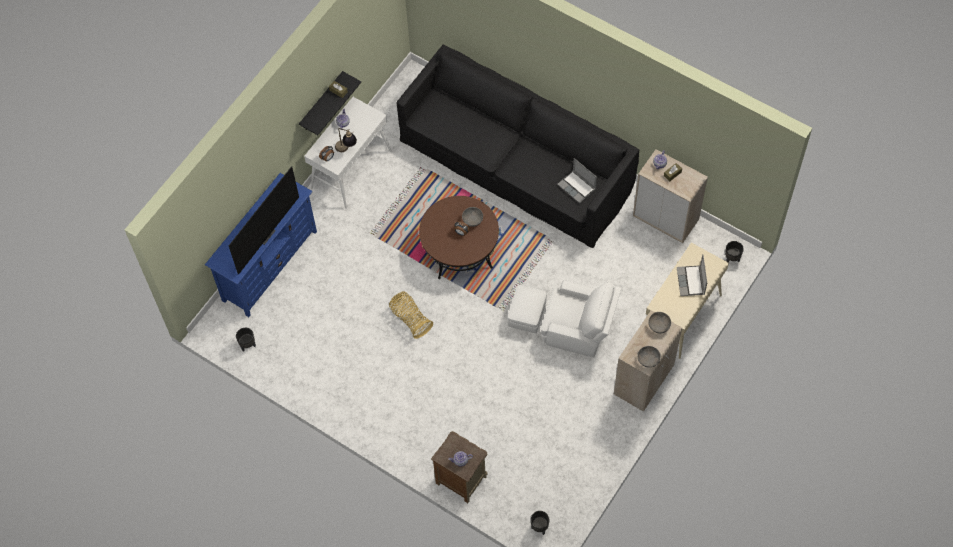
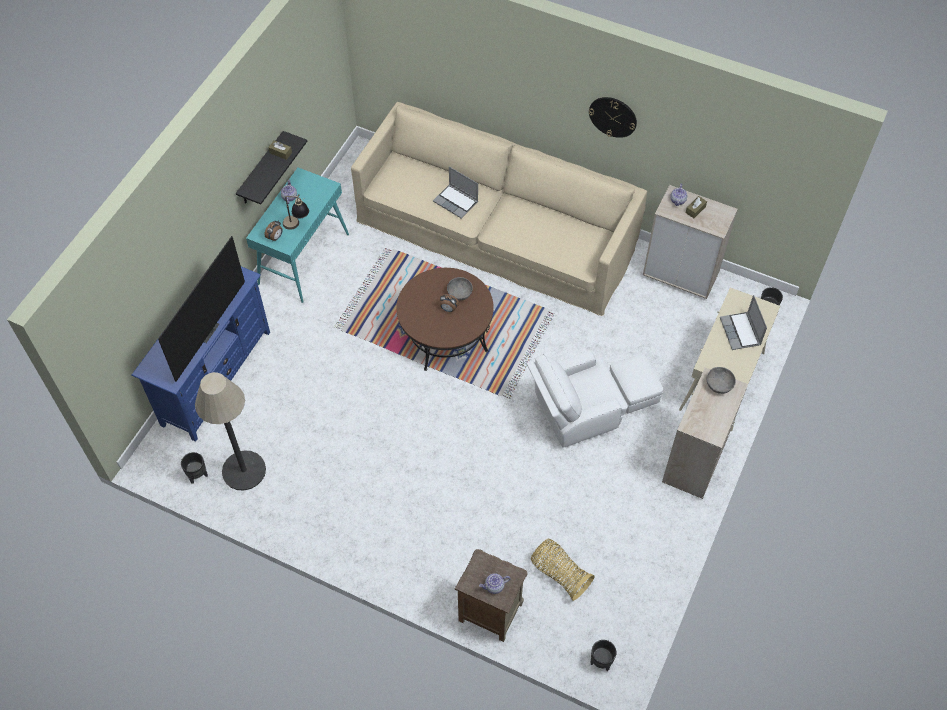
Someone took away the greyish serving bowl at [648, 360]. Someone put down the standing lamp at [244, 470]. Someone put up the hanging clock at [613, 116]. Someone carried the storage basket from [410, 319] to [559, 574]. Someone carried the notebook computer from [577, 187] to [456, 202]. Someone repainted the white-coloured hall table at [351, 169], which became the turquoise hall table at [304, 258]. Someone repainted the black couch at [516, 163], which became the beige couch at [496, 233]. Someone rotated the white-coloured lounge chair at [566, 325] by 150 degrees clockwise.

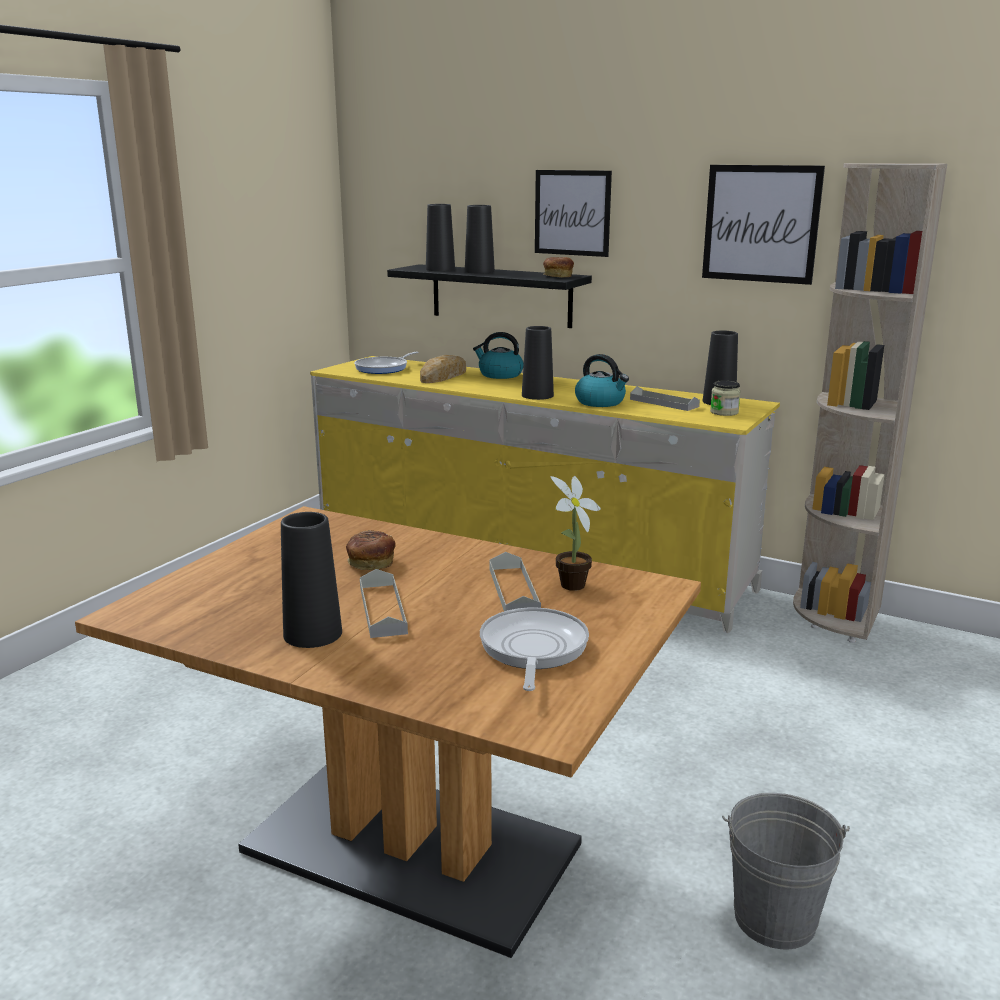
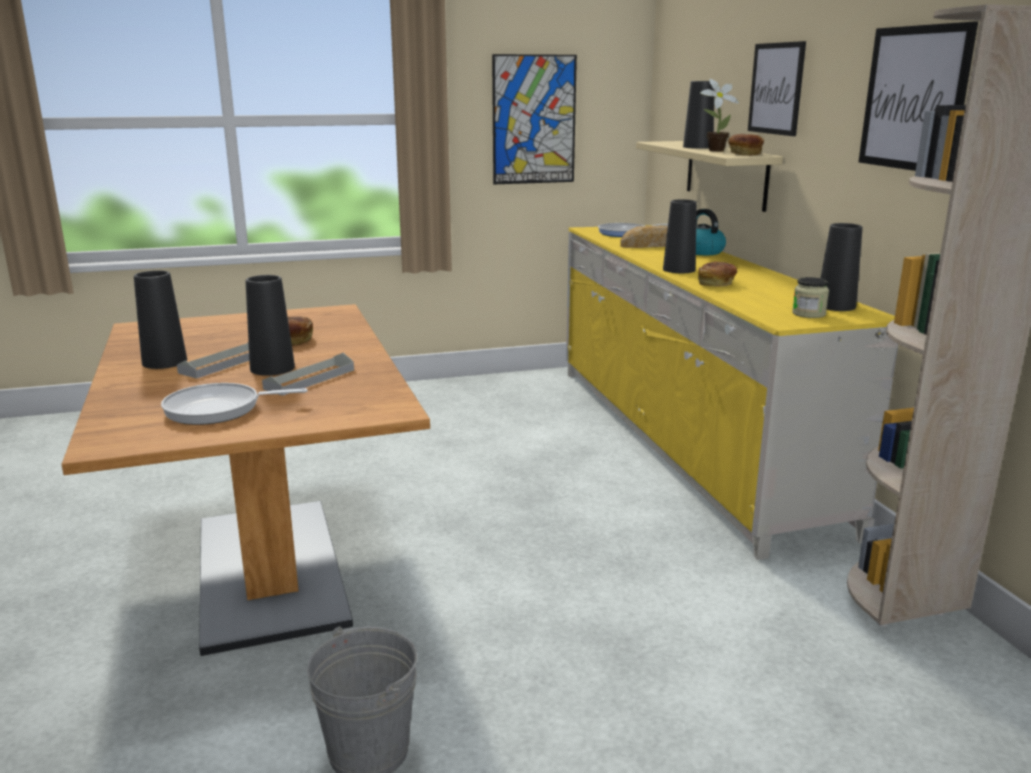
Someone took away the greyish carrying tray at [664, 403]. Someone put up the wall picture at [534, 120]. Someone carried the black flower vase from [440, 269] to [272, 368]. Someone carried the potted plant from [569, 586] to [713, 150]. Someone swapped the water kettle at [601, 402] for the bread at [716, 284]. Someone repainted the black shelf at [501, 295], which became the beige shelf at [726, 174]. Someone rotated the skillet at [532, 650] by 150 degrees counterclockwise.

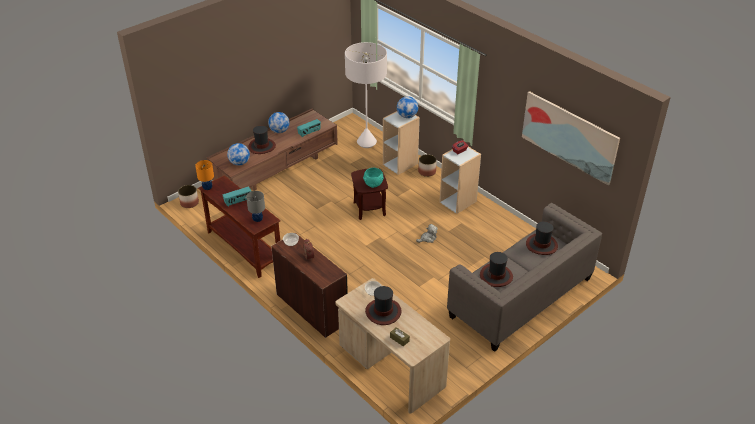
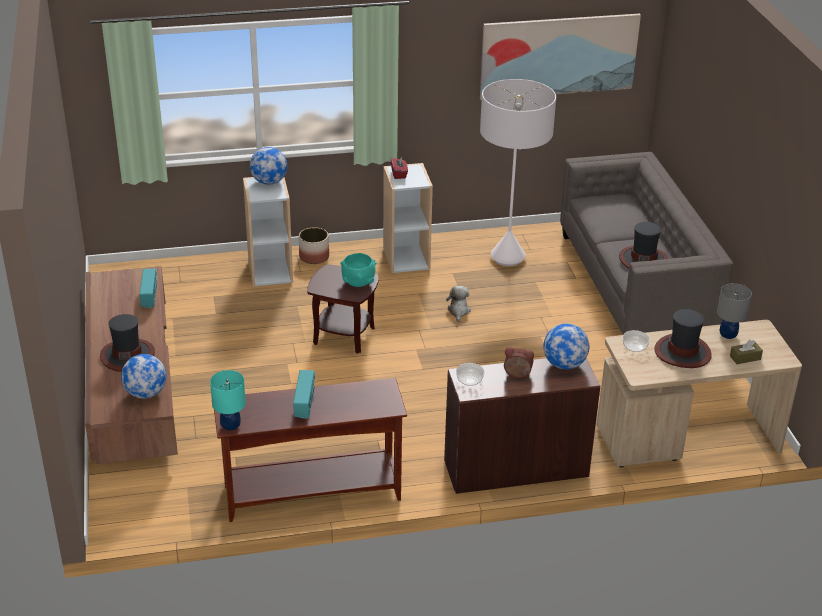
Someone took away the planter at [189, 203]. Someone took away the clothing hat at [542, 245]. Someone carried the greyish tabletop lamp from [258, 219] to [727, 335]. Someone carried the world globe from [279, 131] to [564, 364]. Someone carried the white-coloured standing lamp from [366, 143] to [507, 259]. Someone repainted the orange-coloured tabletop lamp at [207, 188], which became the turquoise tabletop lamp at [231, 427].

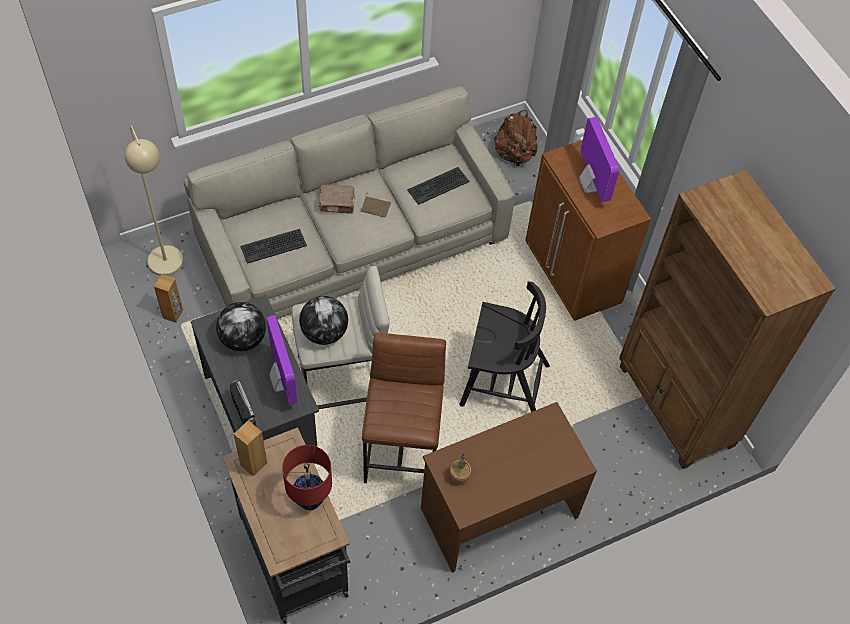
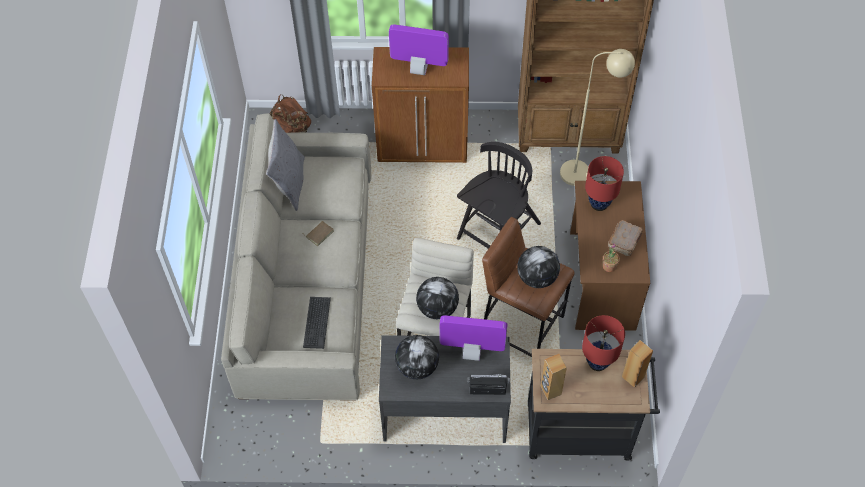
Someone took away the PC keyboard at [438, 185]. Someone put down the greyish cushion at [289, 183]. Someone put down the world globe at [536, 278]. Someone put down the reddish tabletop lamp at [599, 203]. Someone carried the beige standing lamp from [169, 270] to [584, 173]. Someone carried the brown-coloured audio speaker from [173, 314] to [633, 377]. Someone carried the brown-coloured book from [337, 203] to [625, 241].

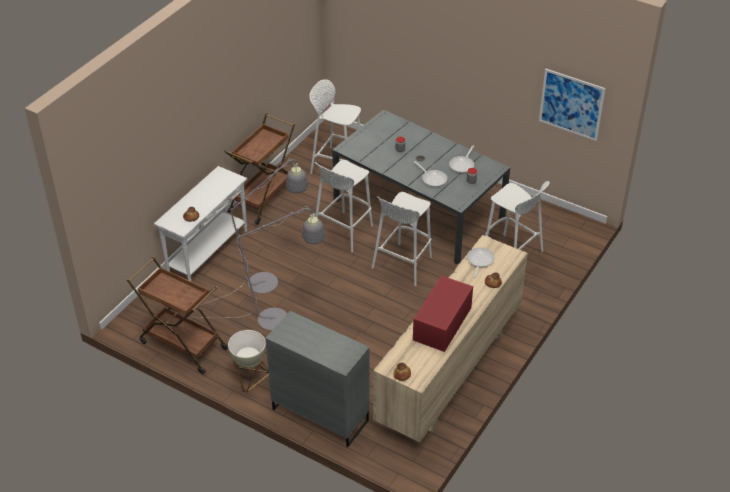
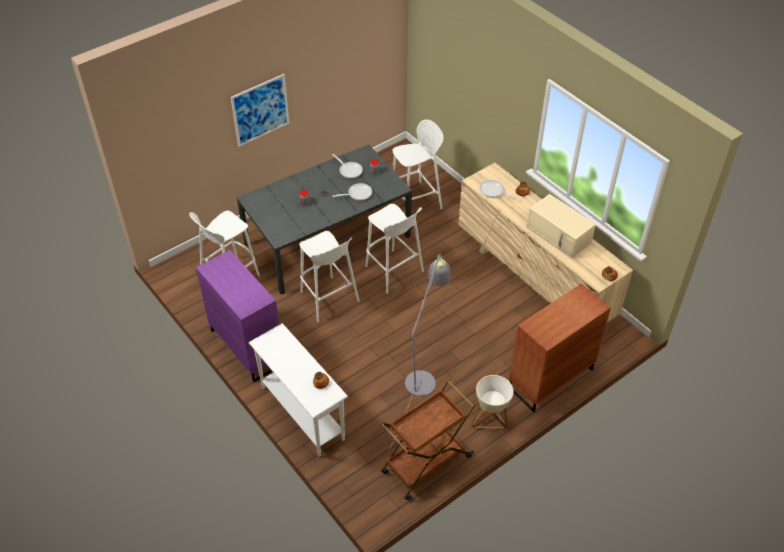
Someone took away the greyish standing lamp at [270, 279]. Someone carried the wall picture from [571, 104] to [260, 110]. Someone swapped the brown-coloured wheeled cart at [264, 199] for the purple drawer chest at [246, 347]. Someone repainted the greyish drawer chest at [319, 415], which became the brown-coloured drawer chest at [551, 379]. Someone repainted the reddish kitchen microwave at [442, 324], which became the beige kitchen microwave at [559, 235].

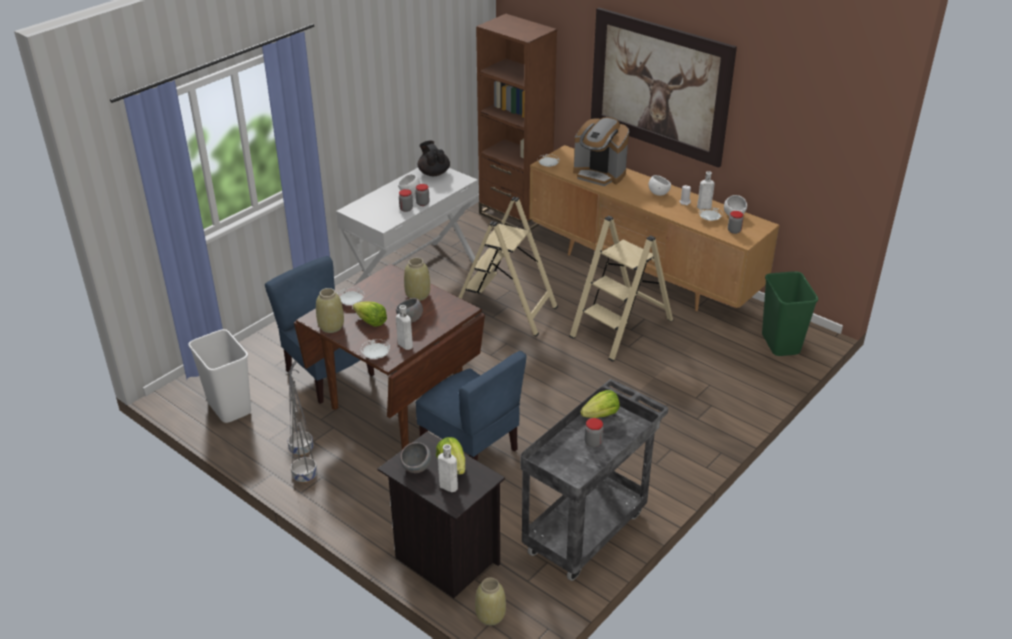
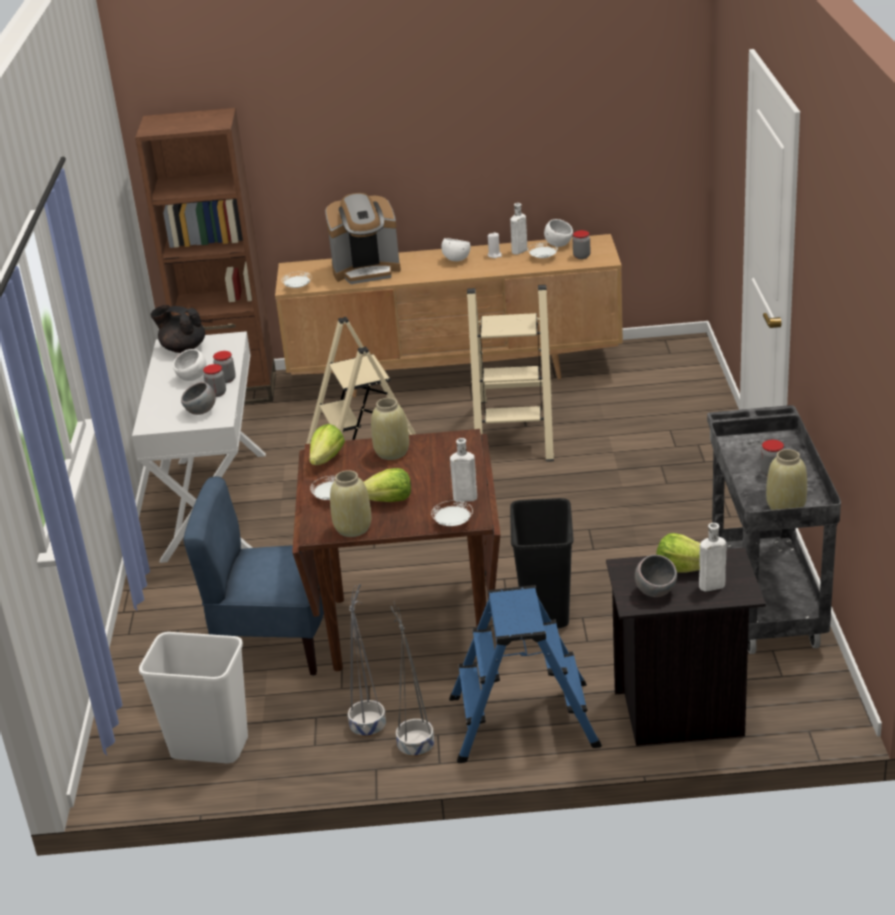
Someone took away the wall picture at [659, 86]. Someone took away the greenish waste bin at [781, 344]. Someone put down the blue-coloured step stool at [523, 721]. Someone carried the greyish serving bowl from [410, 320] to [201, 412]. Someone carried the beige flower vase from [490, 616] to [786, 508]. Someone carried the lettuce head from [601, 415] to [326, 459]. Someone swapped the blue-coloured chair at [470, 449] for the black waste bin at [547, 611].

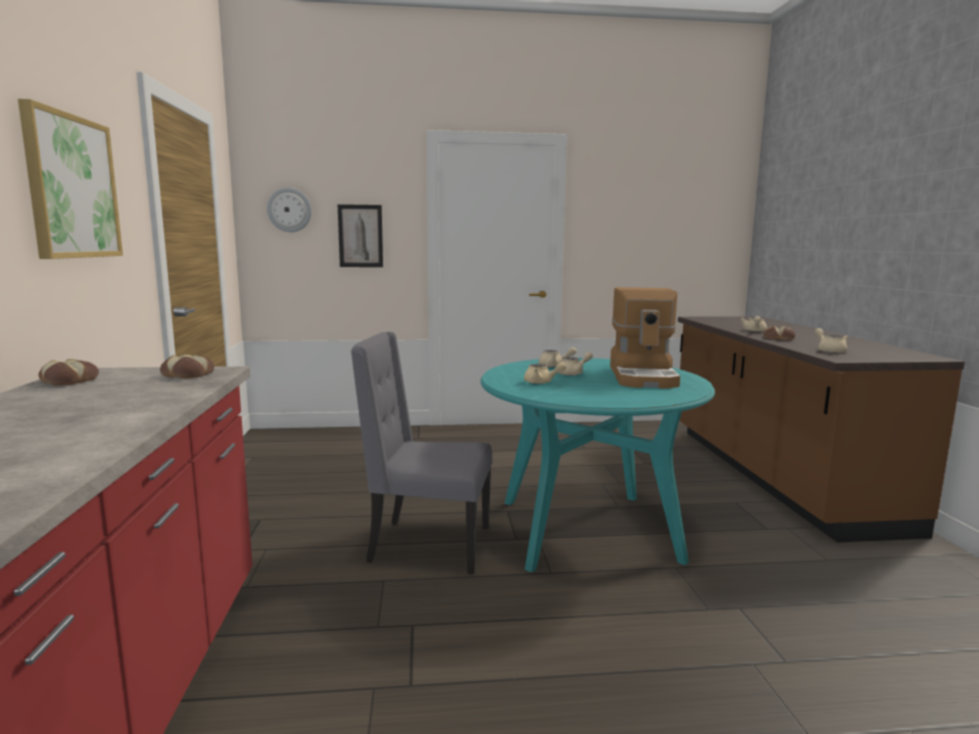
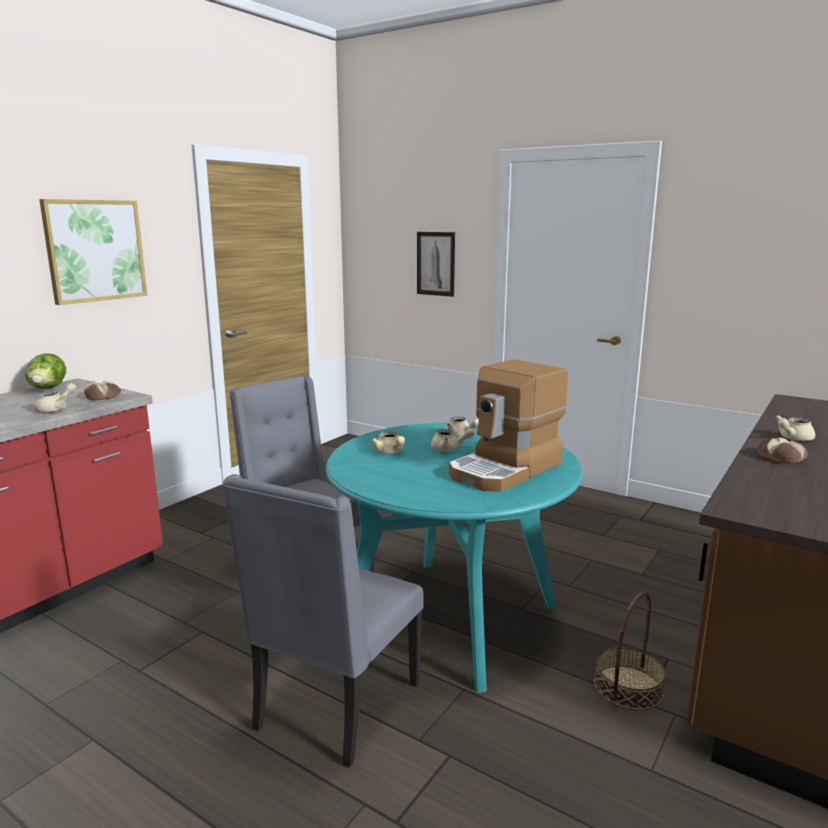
Someone took away the hanging clock at [289, 210]. Someone put down the greyish chair at [335, 707]. Someone put down the storage basket at [628, 687]. Someone carried the beige teapot from [829, 350] to [56, 409]. Someone swapped the bread at [70, 380] for the lettuce head at [48, 389].

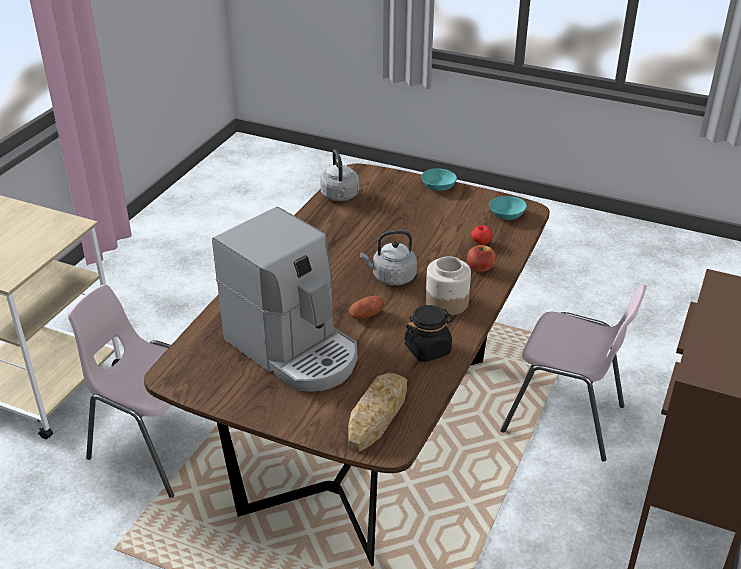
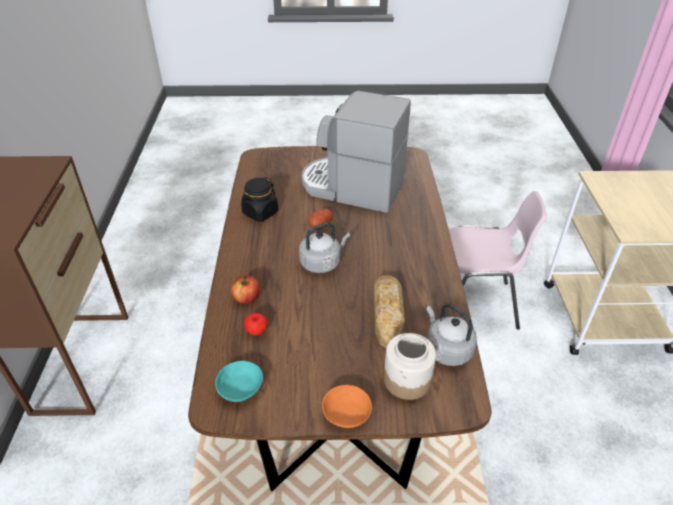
Someone took away the pink chair at [564, 419]. Someone carried the bread from [377, 415] to [387, 313]. Someone carried the jar from [446, 302] to [408, 380]. Someone repainted the turquoise serving bowl at [439, 186], which became the orange-coloured serving bowl at [345, 415].

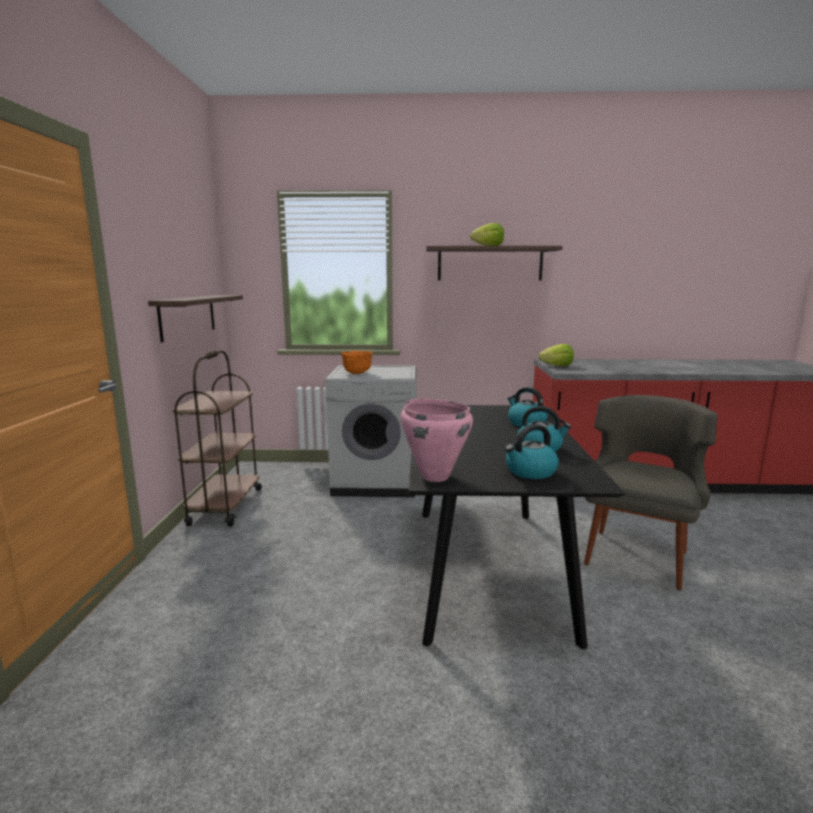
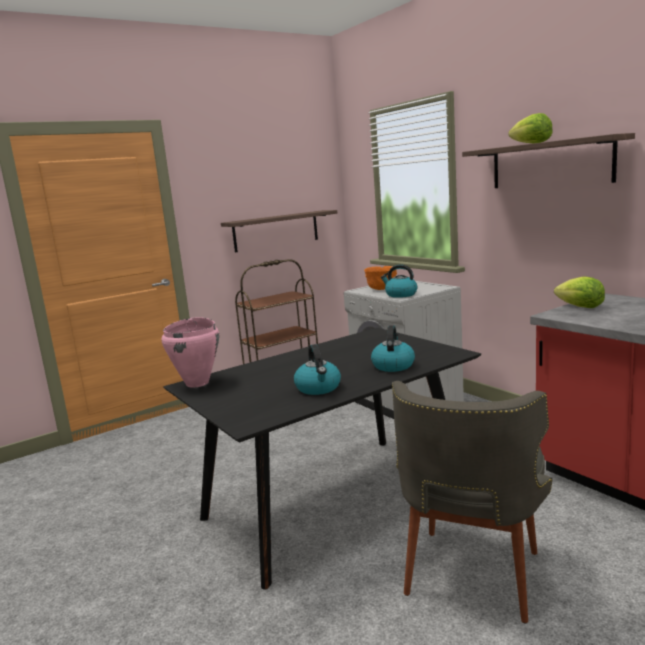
Someone carried the water kettle from [530, 472] to [400, 295]. Someone rotated the greyish chair at [635, 559] by 120 degrees clockwise.

